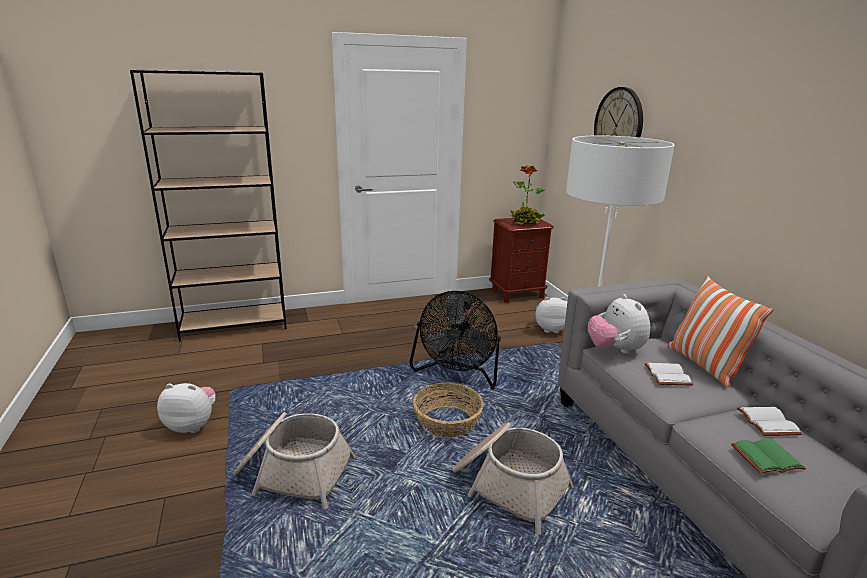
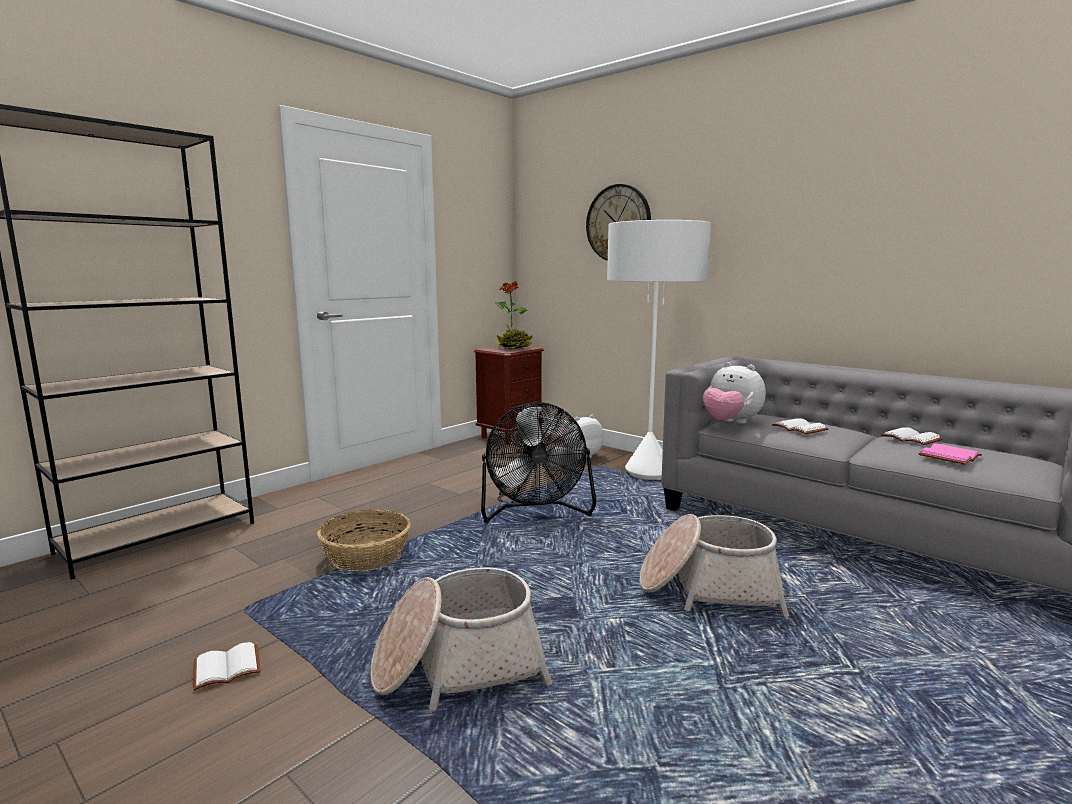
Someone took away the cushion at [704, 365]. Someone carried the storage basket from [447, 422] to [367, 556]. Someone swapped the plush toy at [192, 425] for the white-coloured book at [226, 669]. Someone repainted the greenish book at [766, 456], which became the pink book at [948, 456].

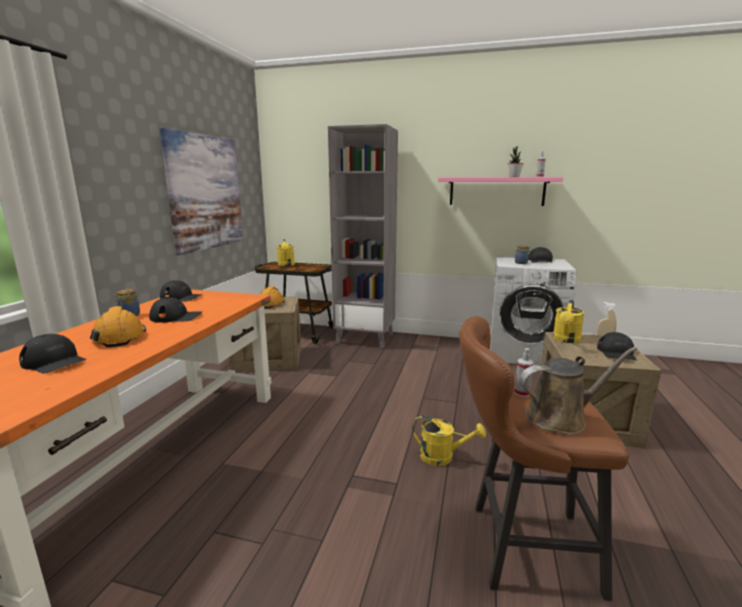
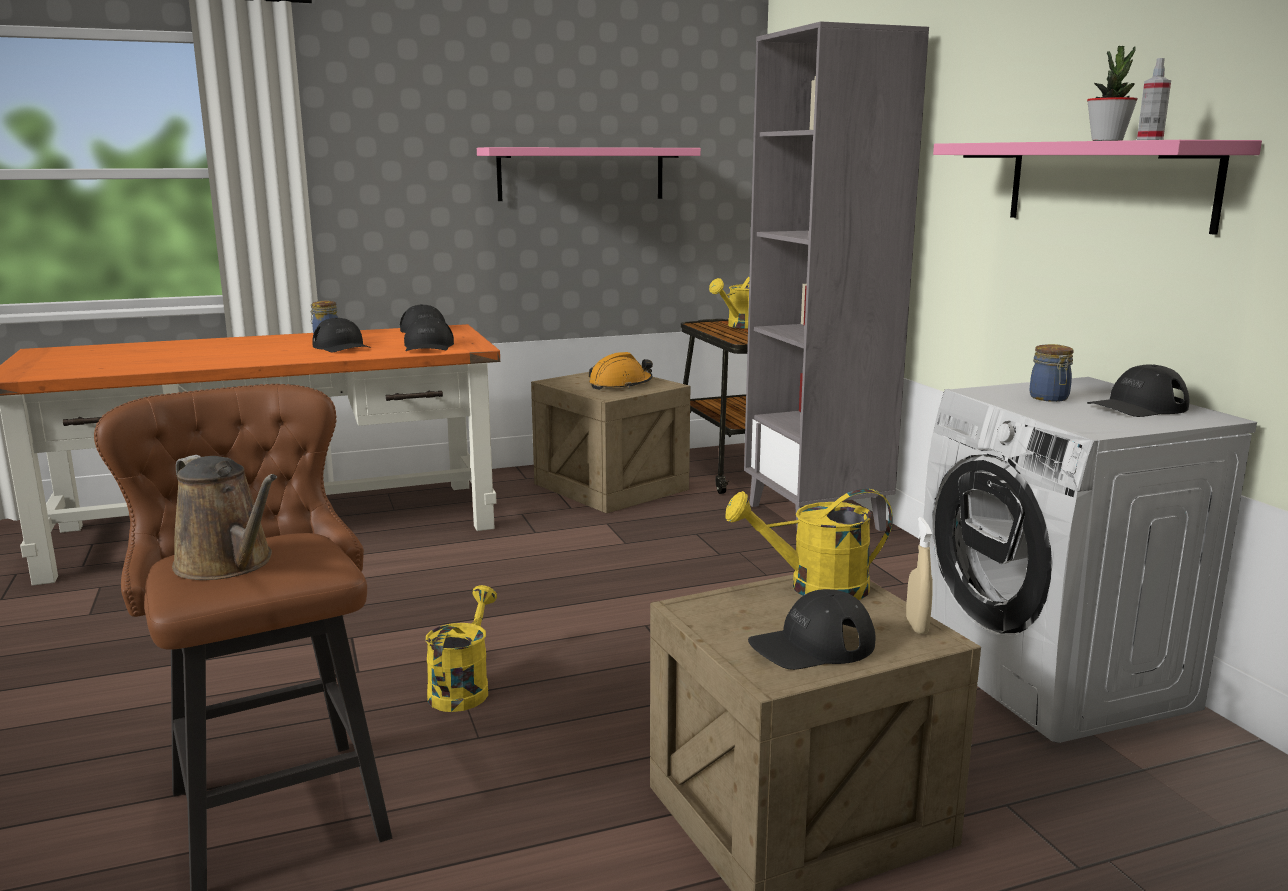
Someone took away the orange-coloured hard hat at [119, 337]. Someone took away the sprayer at [522, 393]. Someone carried the black cap from [54, 362] to [428, 346]. Someone swapped the wall picture at [205, 192] for the pink shelf at [581, 174]. Someone rotated the yellowish watering pot at [443, 457] by 150 degrees counterclockwise.

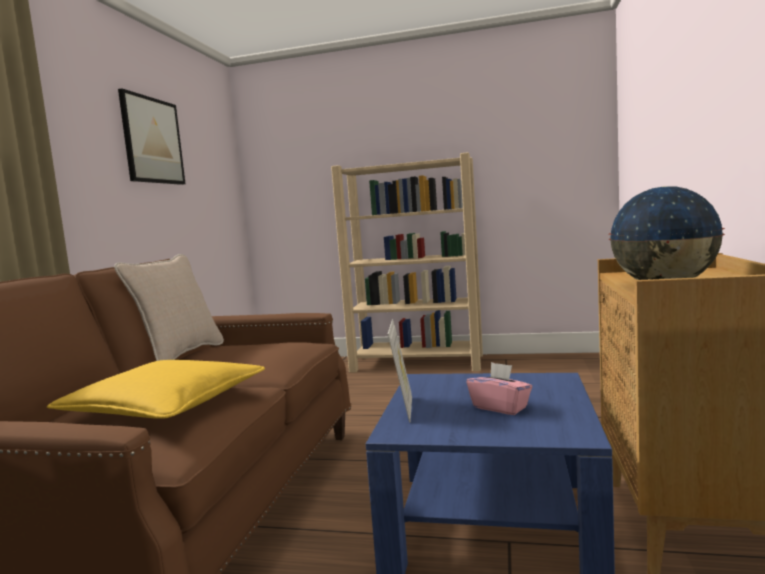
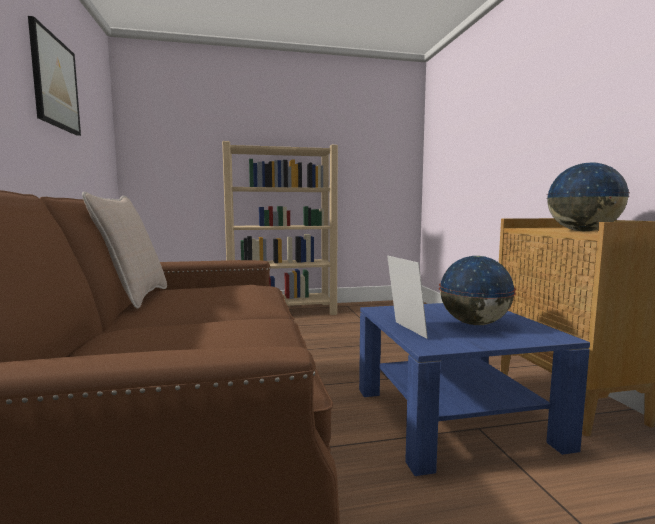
Someone took away the yellowish cushion at [166, 403]. Someone swapped the pink box of tissues at [500, 407] for the world globe at [474, 324].

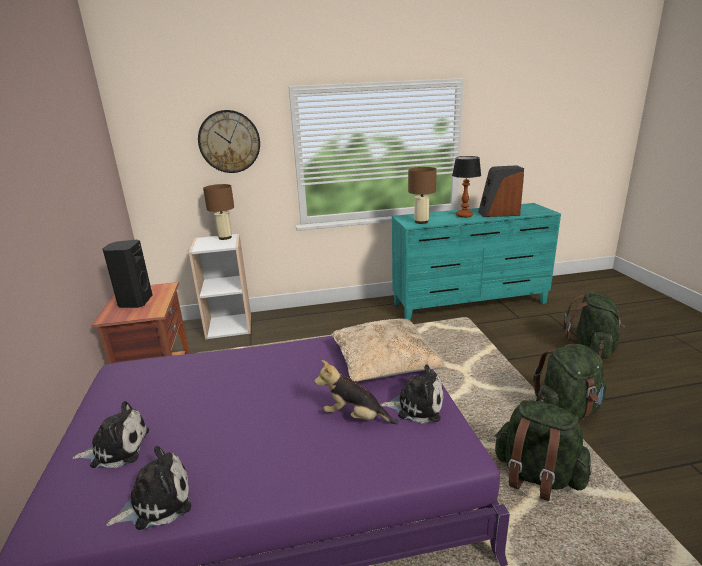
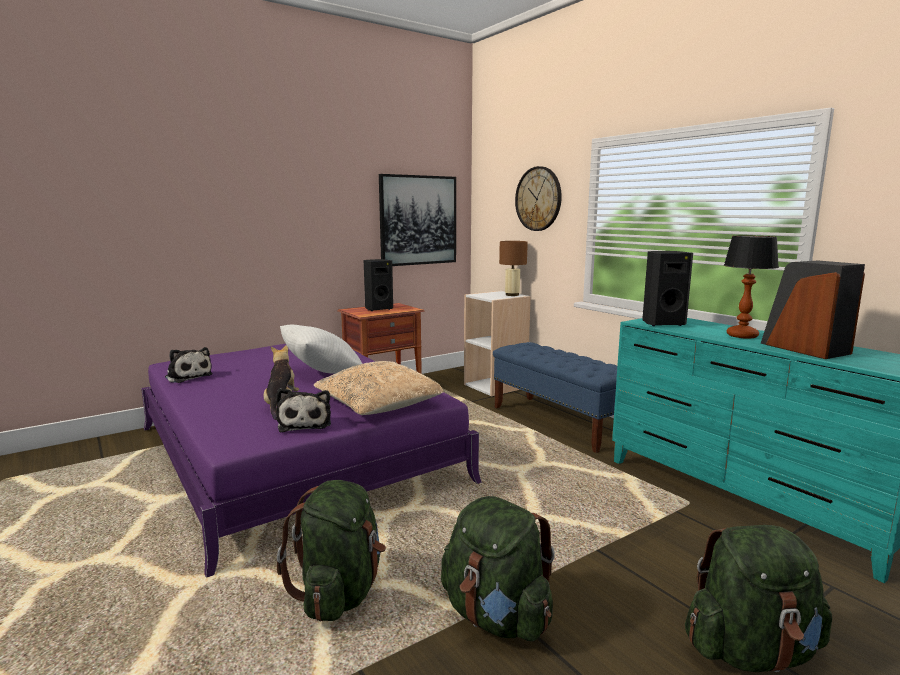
Someone took away the plush toy at [117, 448]. Someone put down the white-coloured cushion at [321, 374]. Someone put up the wall picture at [418, 220]. Someone put down the blue-coloured long seat at [559, 422]. Someone swapped the brown-coloured tabletop lamp at [421, 222] for the black audio speaker at [662, 323].

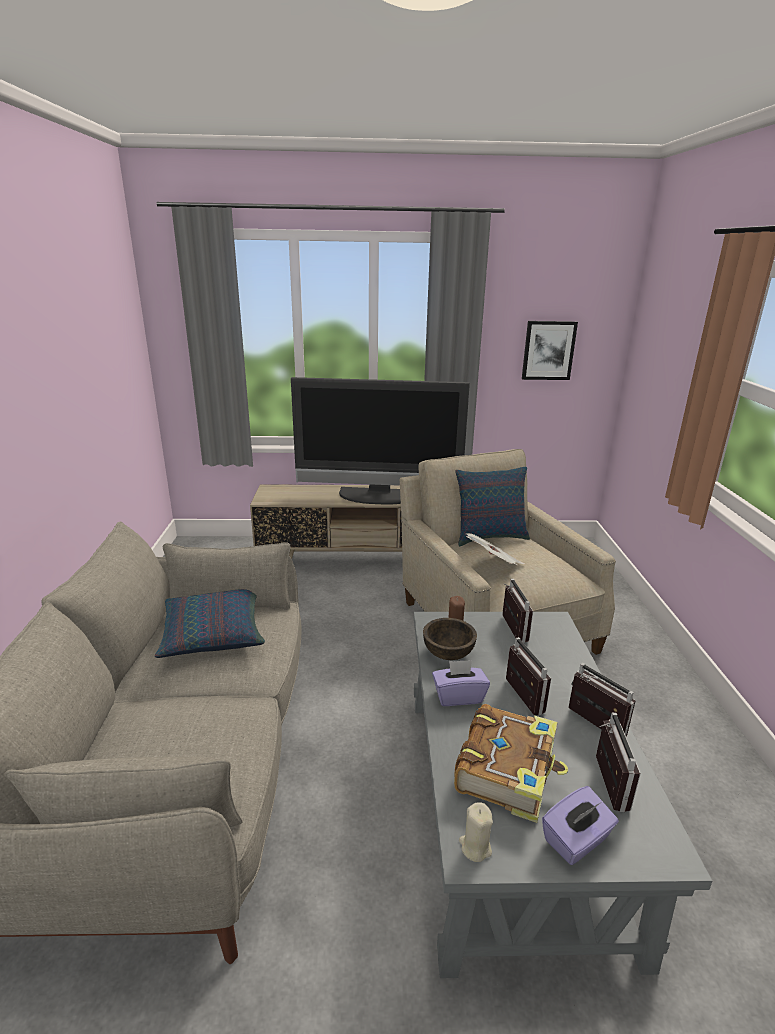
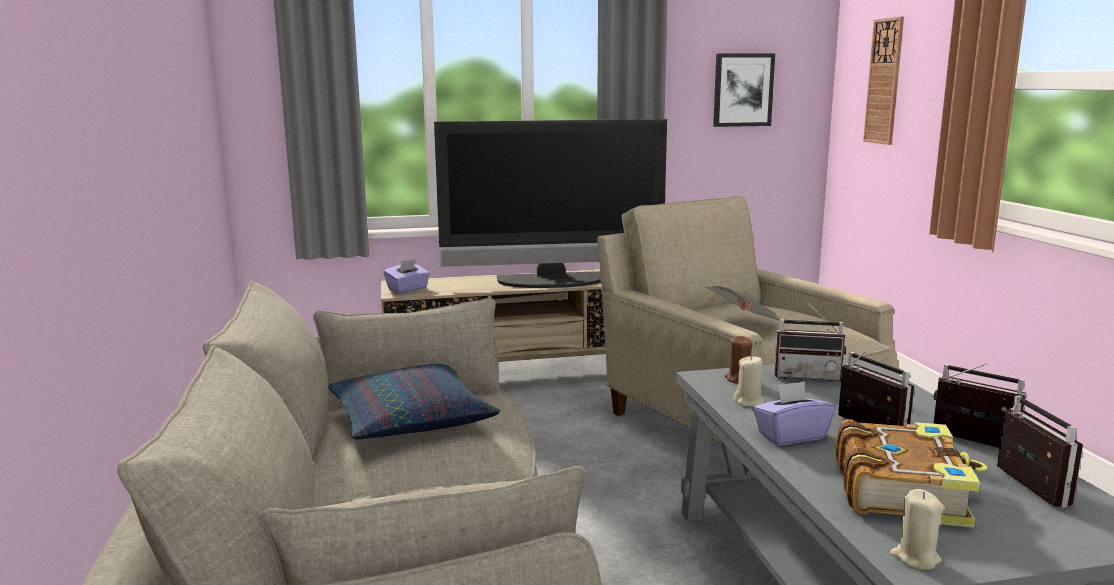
Someone took away the blue-coloured cushion at [490, 538]. Someone put up the hanging clock at [884, 81]. Someone carried the purple box of tissues from [576, 840] to [408, 289]. Someone swapped the brown-coloured serving bowl at [448, 653] for the beige wax light at [749, 401]. Someone rotated the radio receiver at [508, 629] by 120 degrees clockwise.

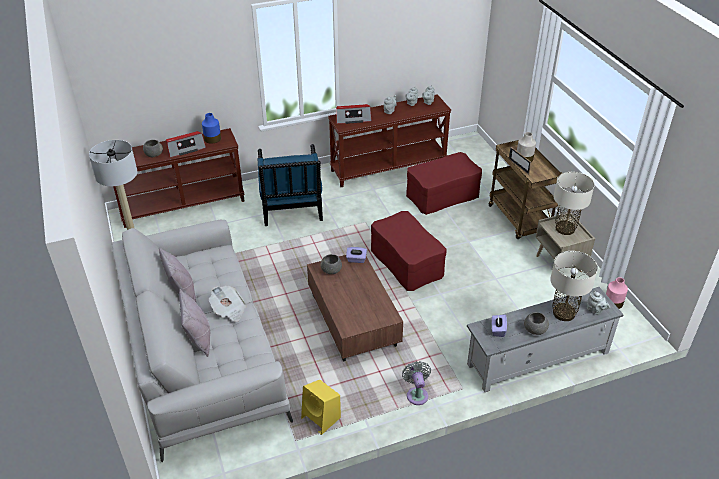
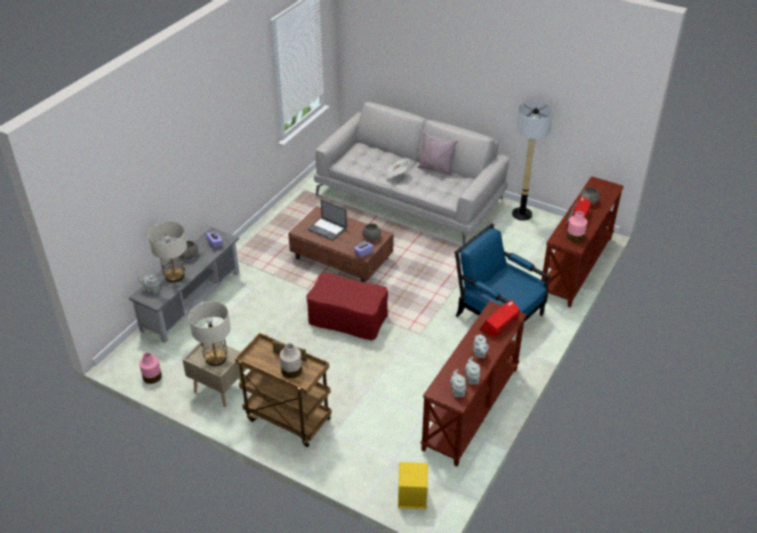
Someone took away the purple cushion at [199, 339]. Someone took away the greyish electric fan at [416, 394]. Someone took away the reddish footrest at [442, 195]. Someone put down the notebook computer at [327, 229]. Someone carried the yellowish audio speaker from [322, 418] to [411, 497]. Someone repainted the blue-coloured flower vase at [212, 138], which became the pink flower vase at [575, 236].

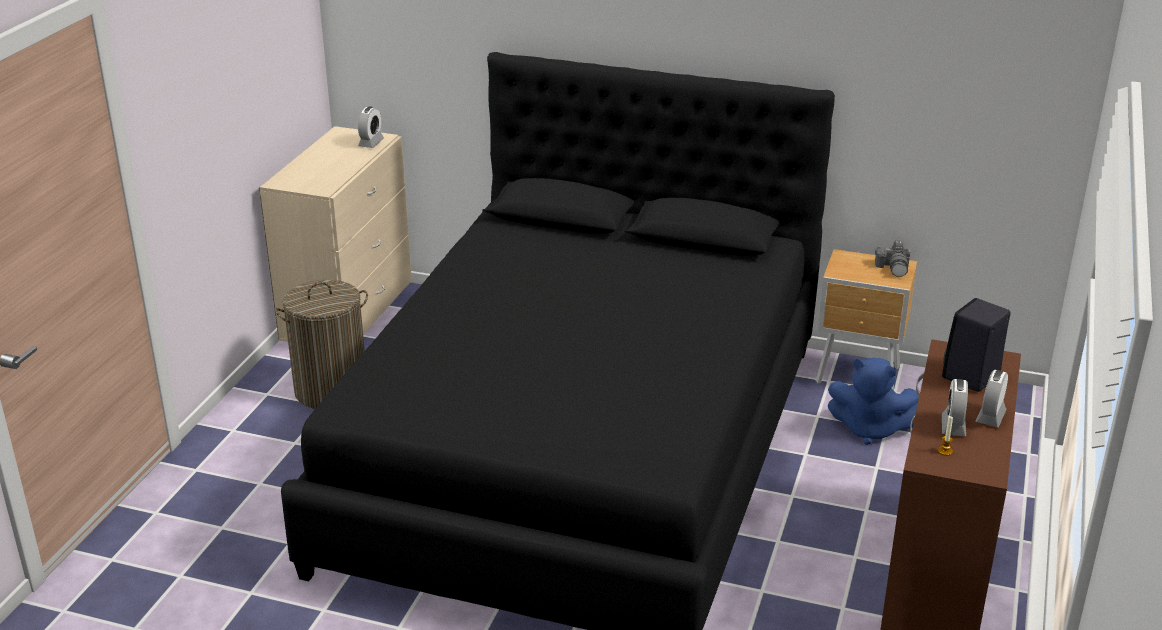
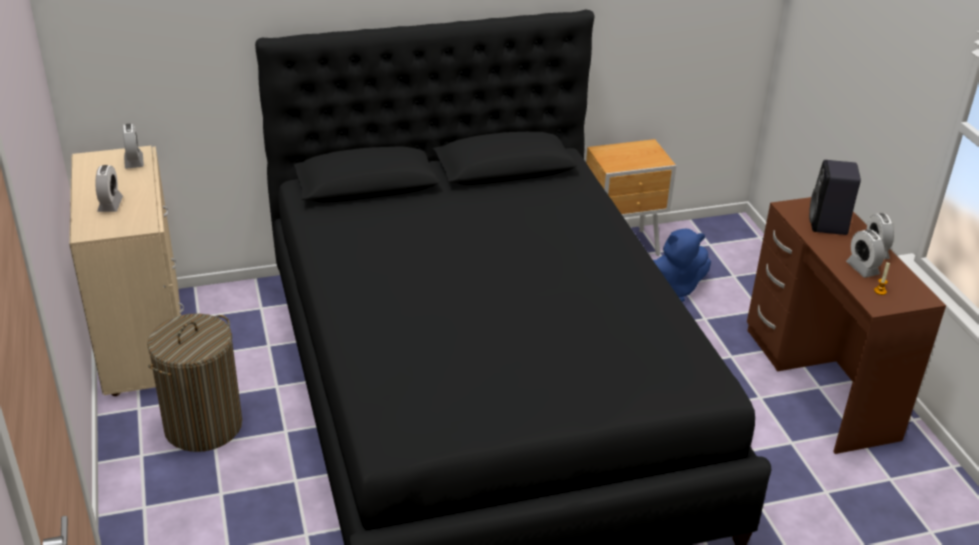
Someone took away the still camera at [894, 268]. Someone put down the table clock at [110, 204].

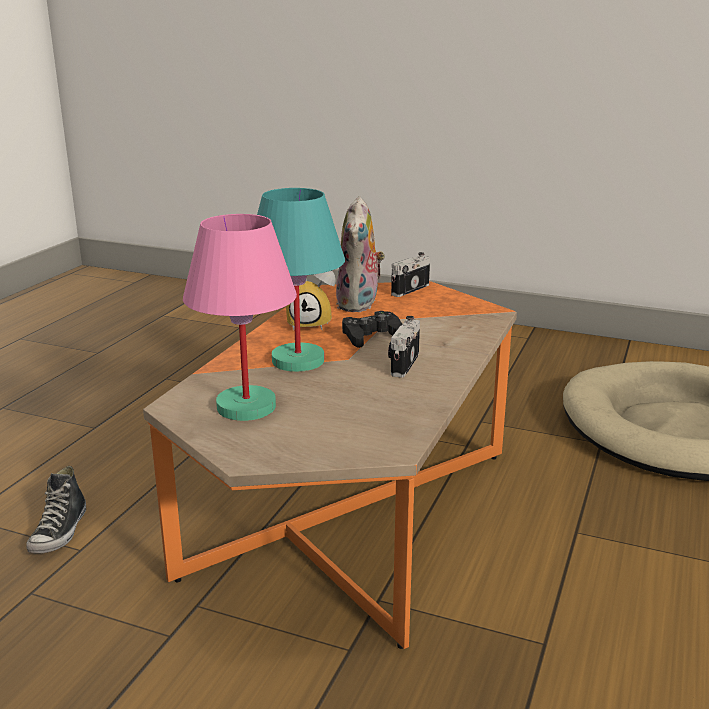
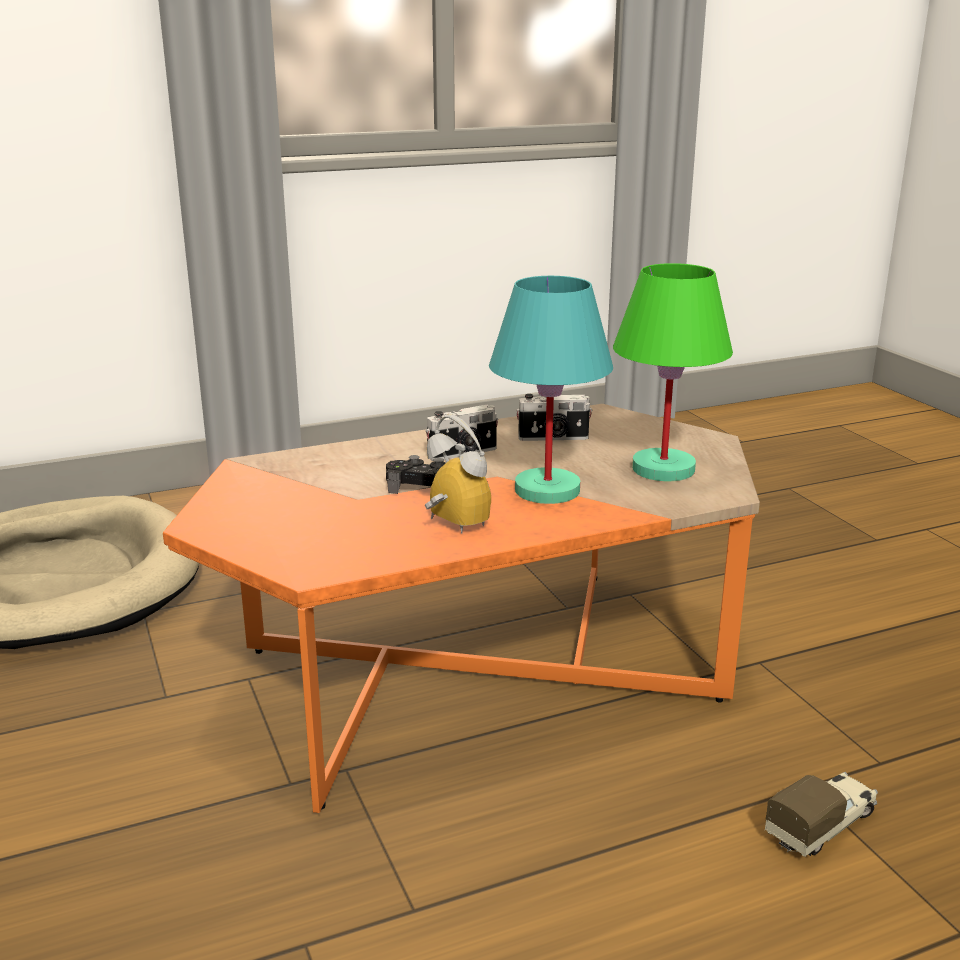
Someone took away the plush toy at [360, 304]. Someone carried the still camera from [408, 289] to [553, 438]. Someone swapped the item of footwear at [60, 532] for the toy truck at [822, 826]. Someone repainted the pink tabletop lamp at [245, 407], which became the greenish tabletop lamp at [664, 469].

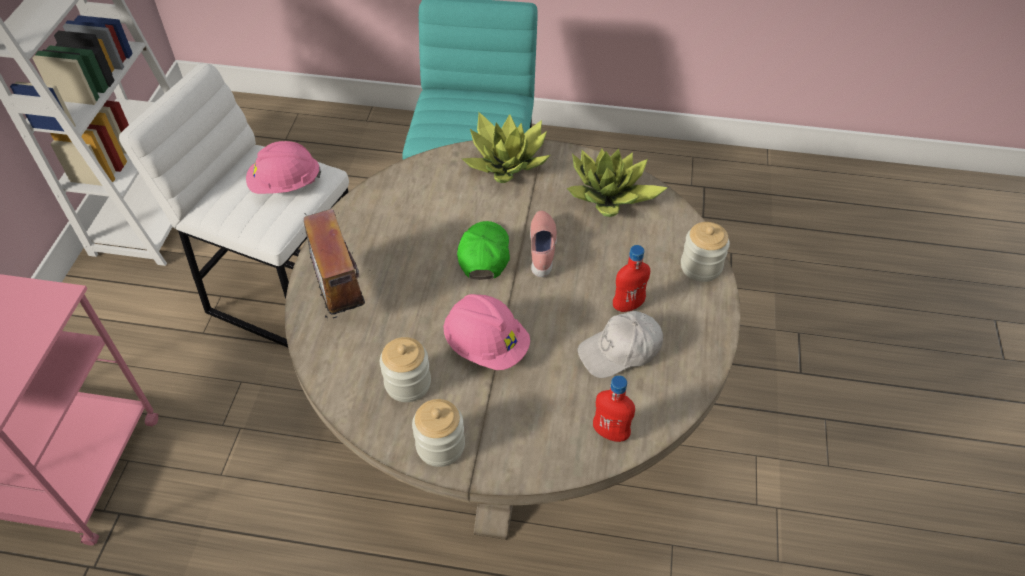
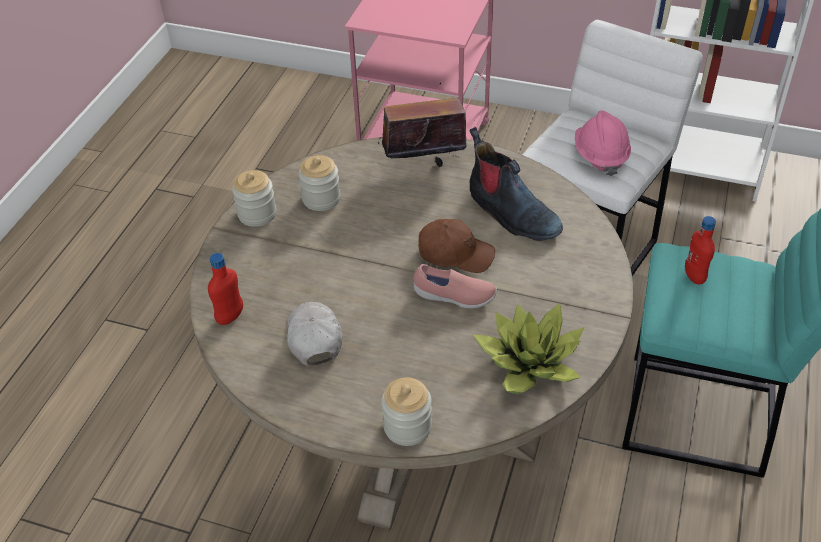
Someone took away the pink hard hat at [486, 345]. Someone took away the potted plant at [507, 161]. Someone put down the tall boot at [511, 213]. Someone carried the reddish bottle from [628, 305] to [694, 276]. Someone repainted the greenish cap at [484, 254], which became the brown-coloured cap at [455, 253].

